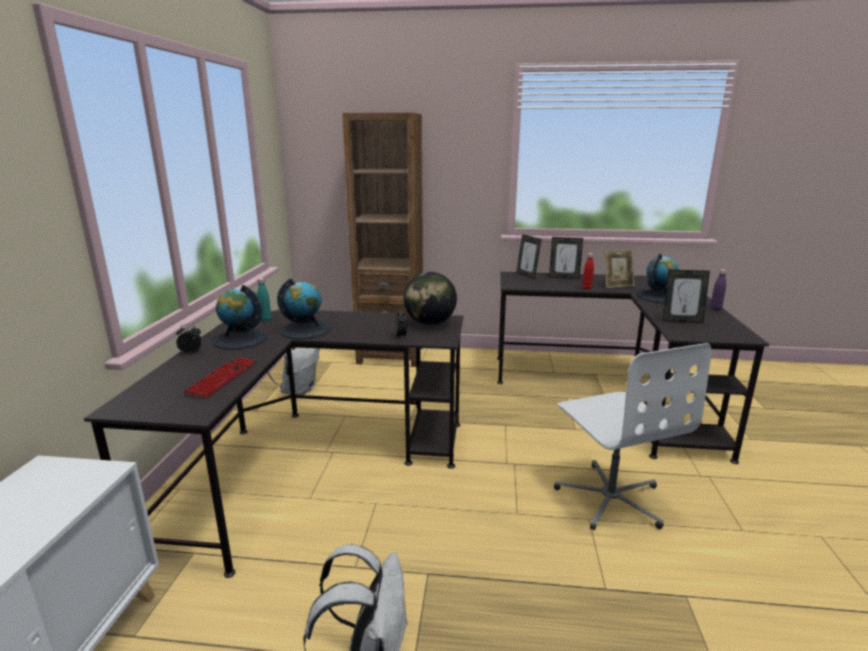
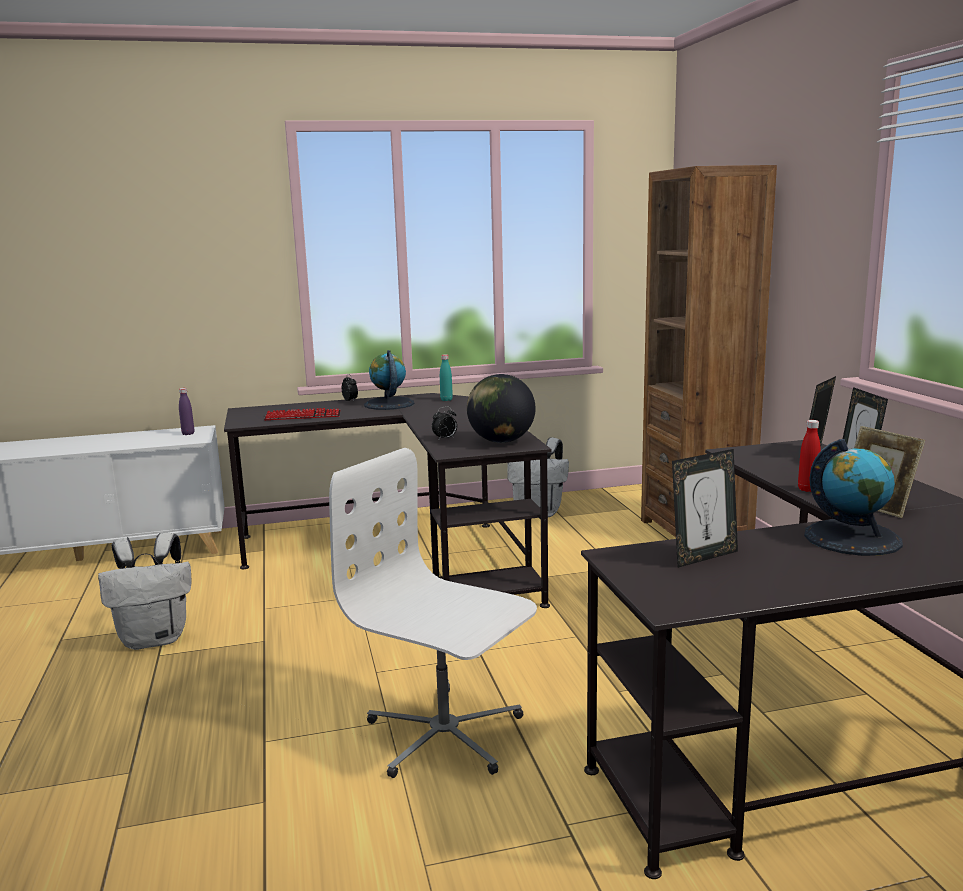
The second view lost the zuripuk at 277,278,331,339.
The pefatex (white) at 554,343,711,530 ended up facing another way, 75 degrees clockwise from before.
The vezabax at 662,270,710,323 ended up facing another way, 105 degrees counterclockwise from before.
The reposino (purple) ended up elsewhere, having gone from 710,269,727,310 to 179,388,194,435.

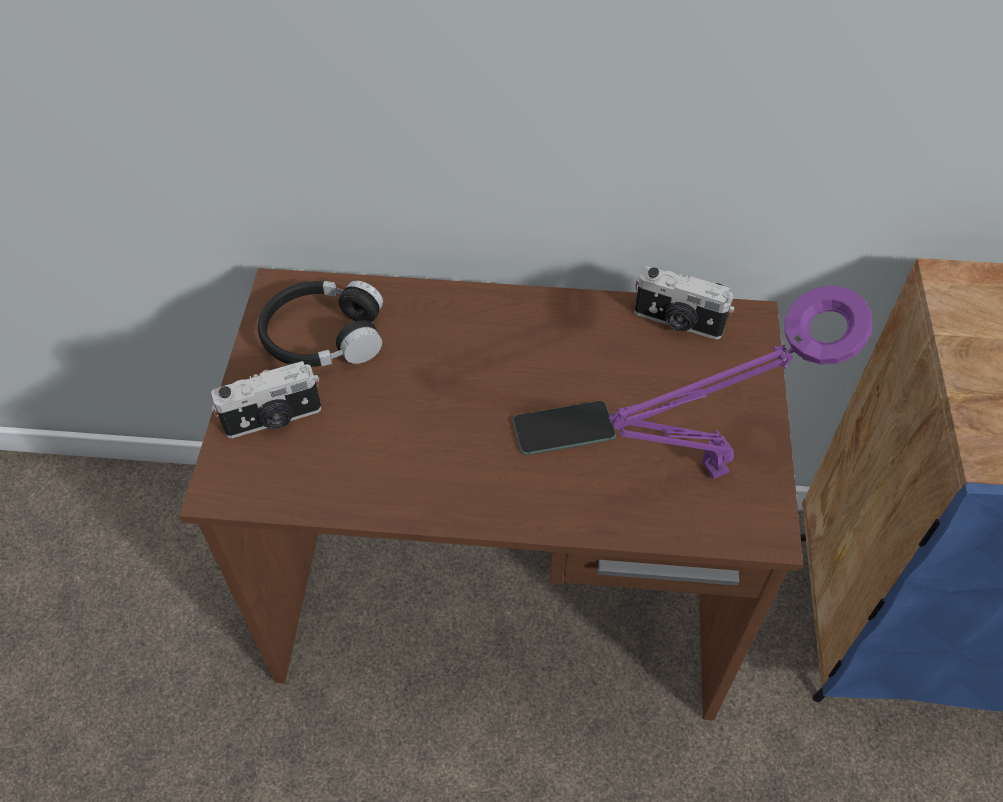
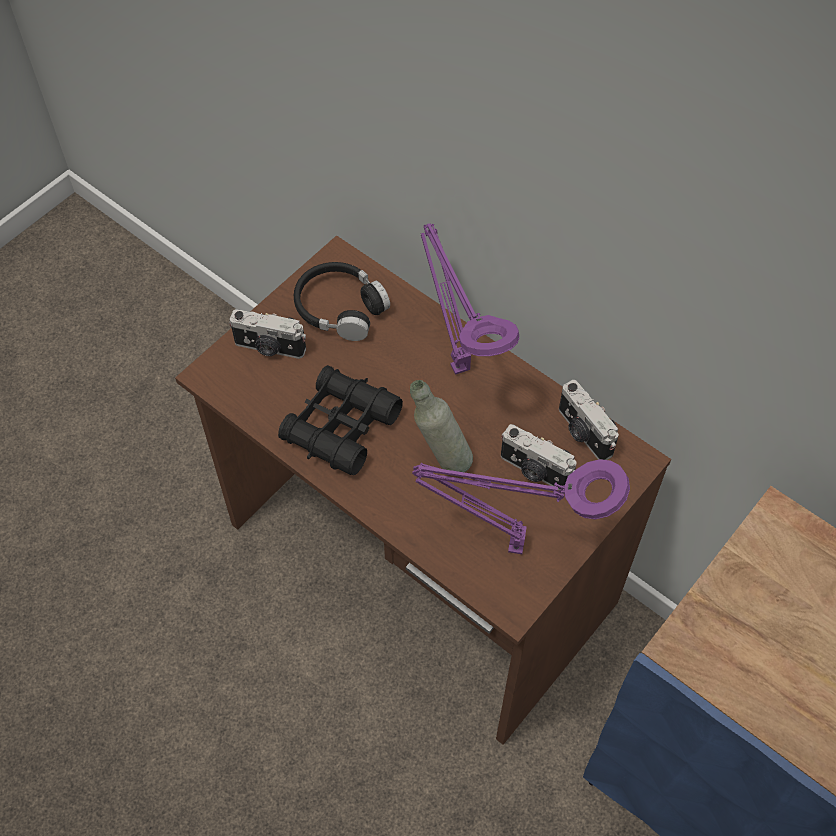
Where the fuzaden stood at 512,401,616,455, the reposino (grey) came to stand at 410,380,473,472.
The second view gained the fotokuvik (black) at 278,365,403,475.
The second view gained the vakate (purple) at 421,223,520,375.
The second view gained the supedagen at 501,424,577,490.

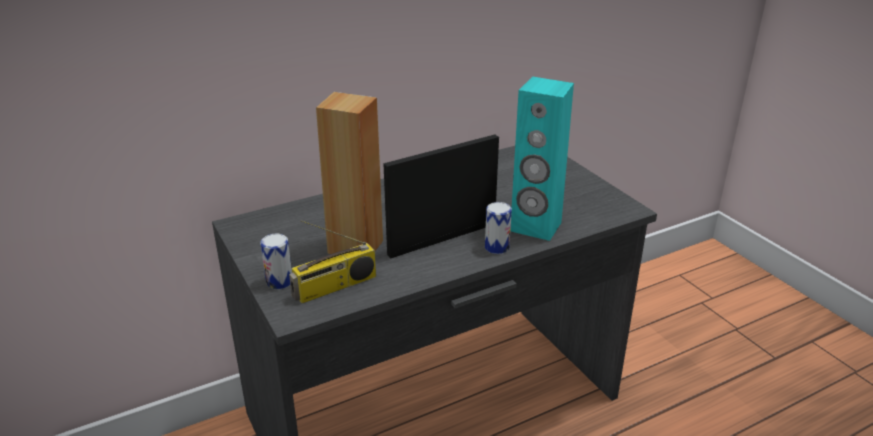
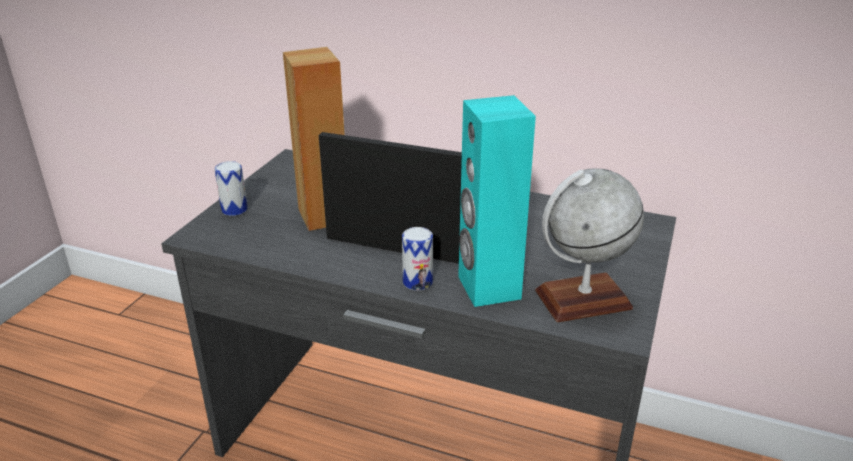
The second view lost the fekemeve at 289,220,376,303.
The second view gained the zuripuk at 535,168,644,322.

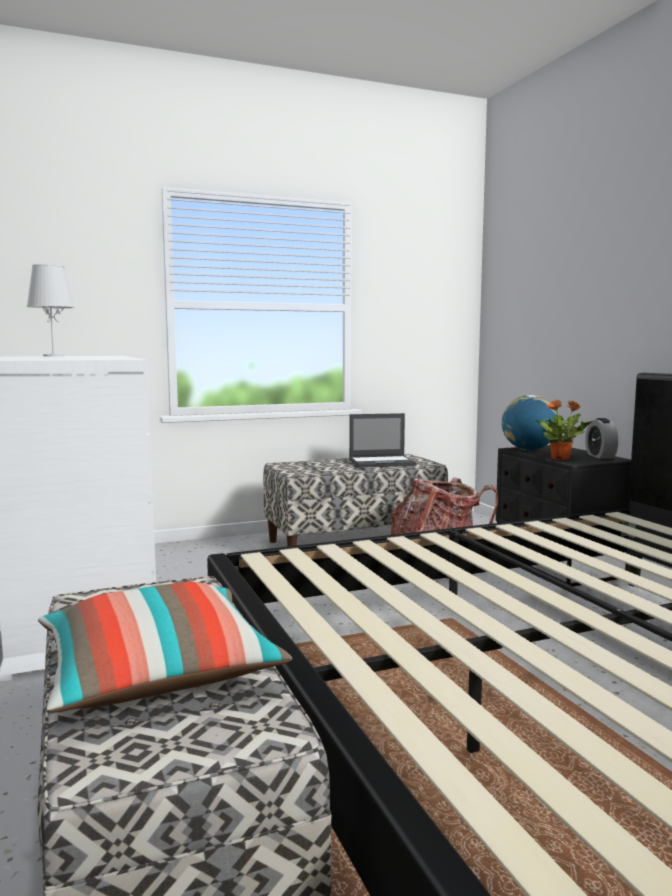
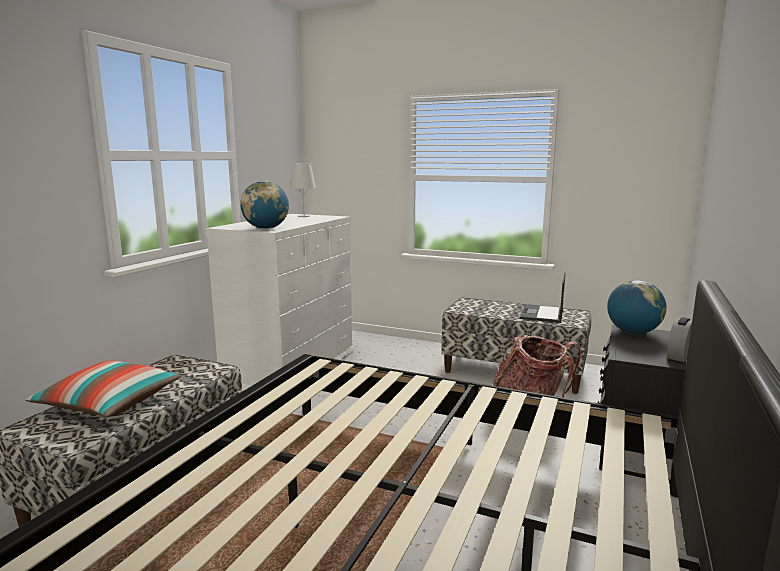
The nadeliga at 349,413,417,468 ended up facing another way, 75 degrees clockwise from before.
The second view lost the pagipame at 535,400,593,460.
The second view gained the zuripuk at 240,181,289,229.

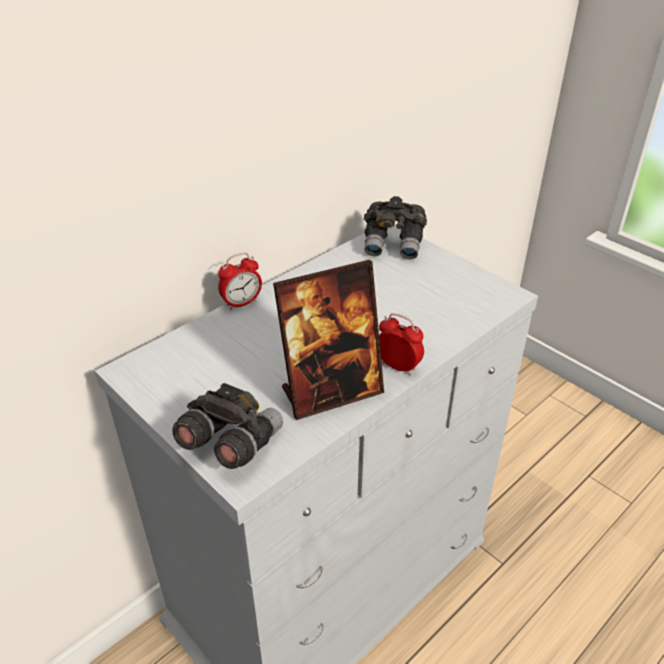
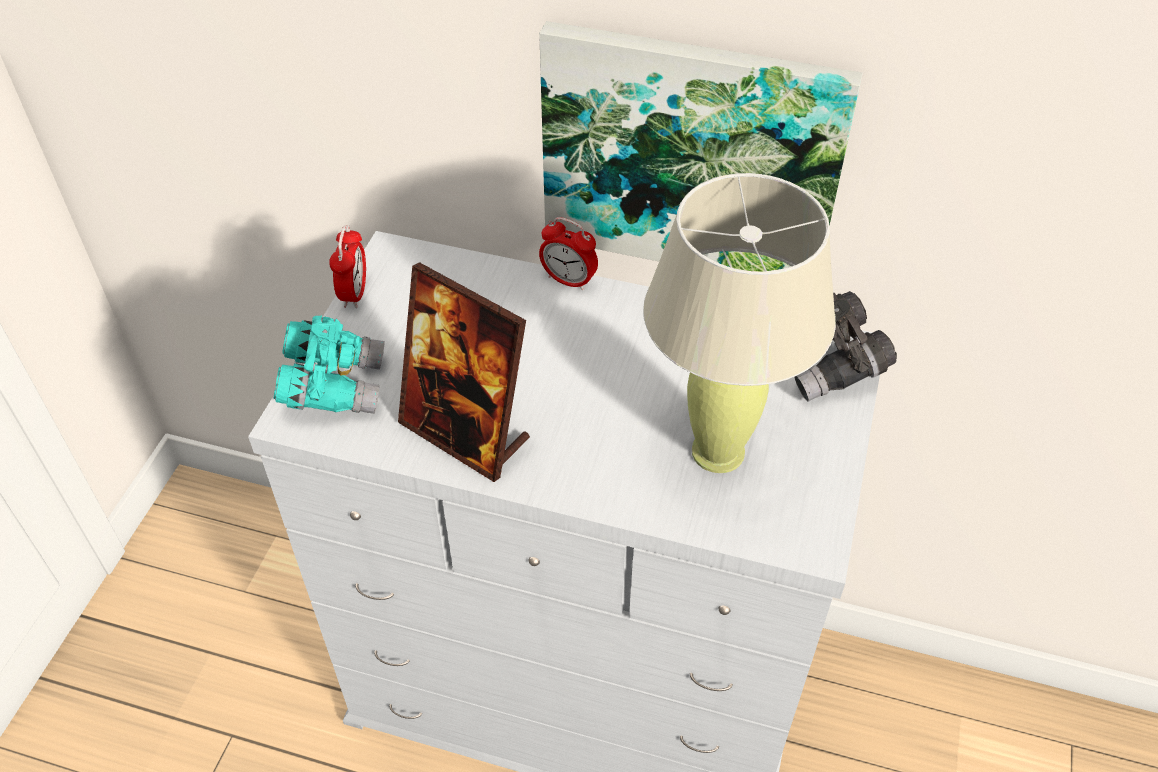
What was the fotokuvik (grey) at 172,383,283,469 turned into the fotokuvik (turquoise) at 273,315,385,414.
The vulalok ended up elsewhere, having gone from 379,313,424,375 to 329,225,366,308.
The second view gained the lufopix at 539,21,863,271.
The second view gained the vakate (beige) at 643,173,836,473.

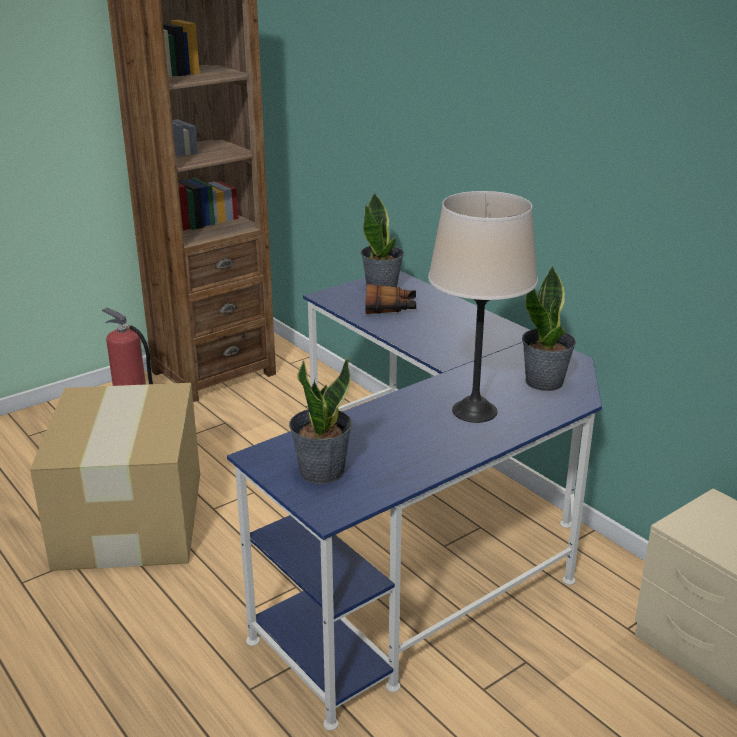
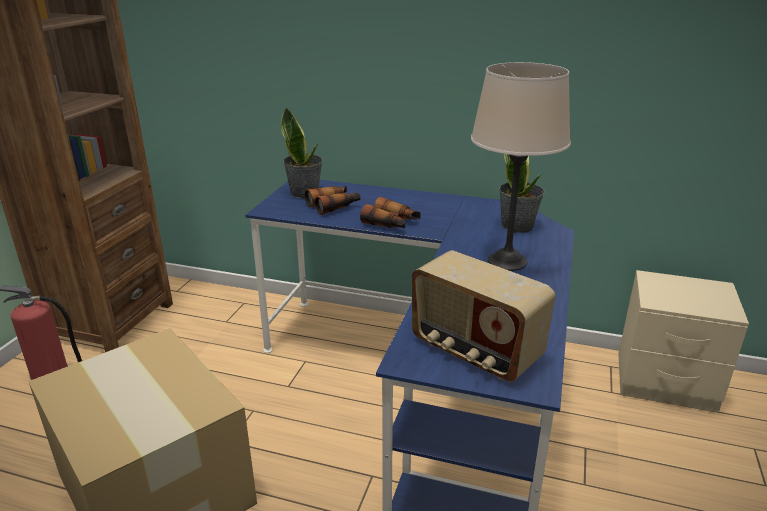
Where the pagipame stood at 289,357,352,484, the fekemeve came to stand at 412,250,555,382.
The second view gained the fotokuvik at 360,197,421,228.

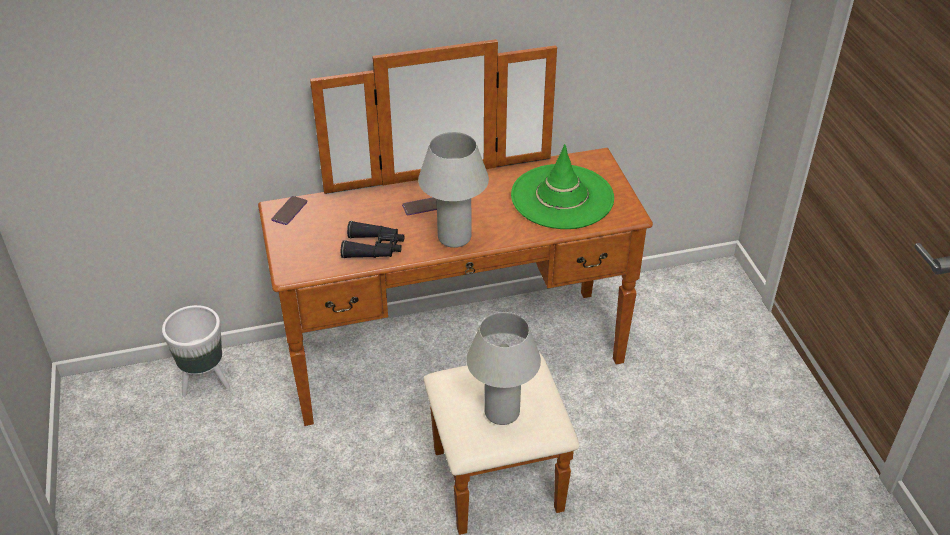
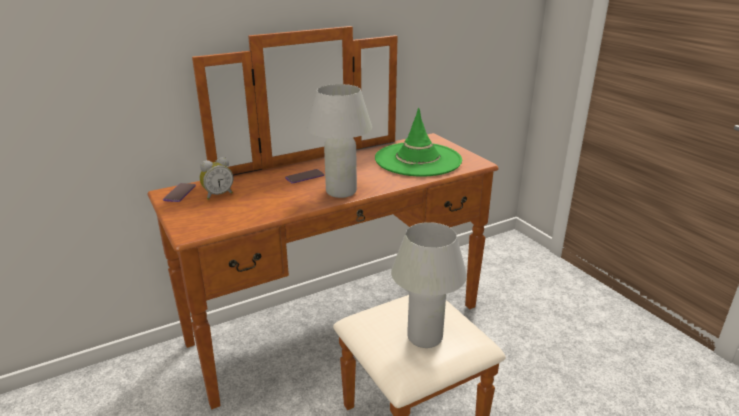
The second view lost the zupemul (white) at 162,305,230,397.
The second view lost the fotokuvik (black) at 341,221,404,258.
The second view gained the vulalok at 200,157,233,200.

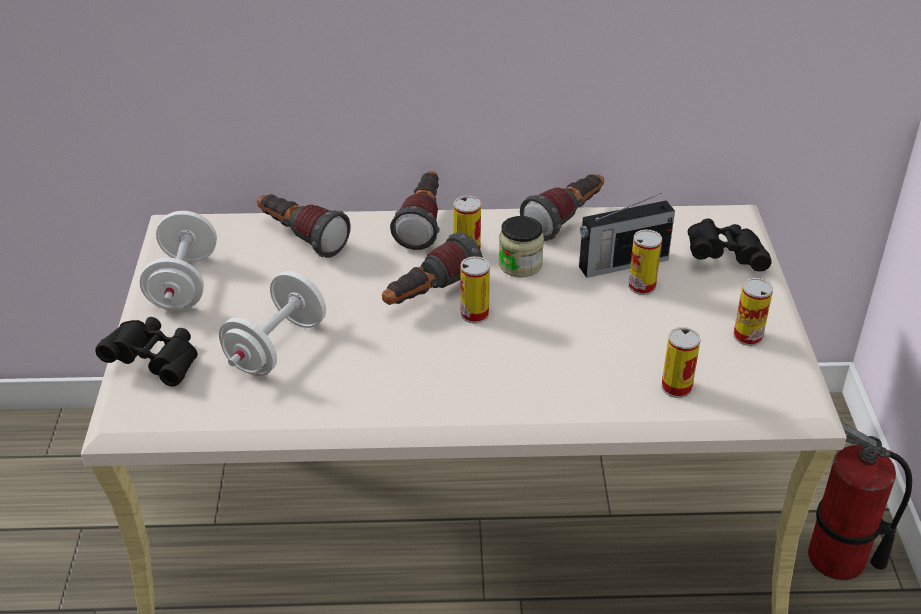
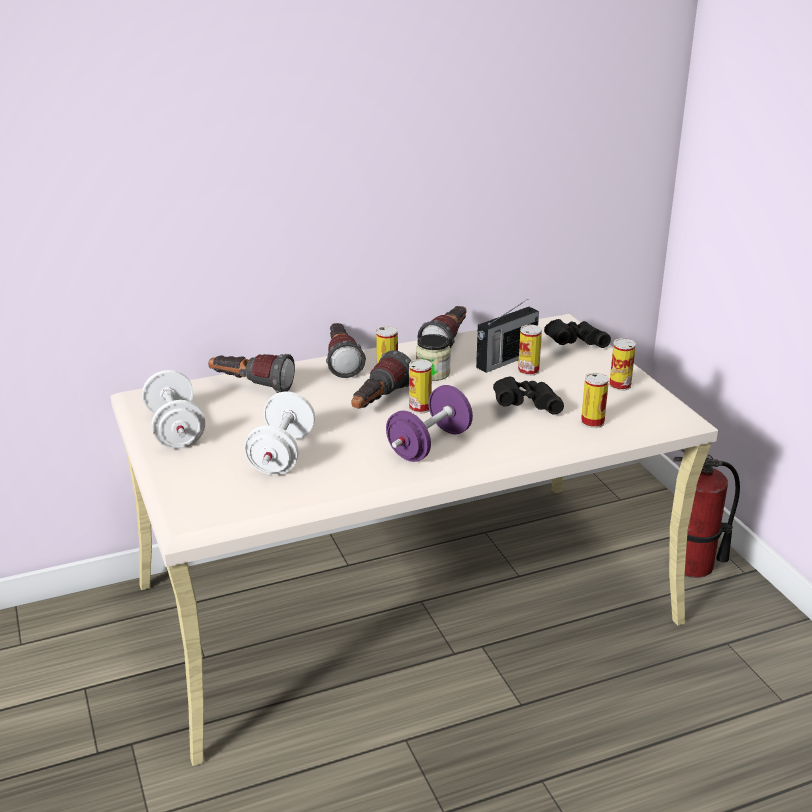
The fotokuvik (black) ended up elsewhere, having gone from 95,317,198,386 to 493,376,564,415.
The second view gained the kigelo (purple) at 386,385,473,462.

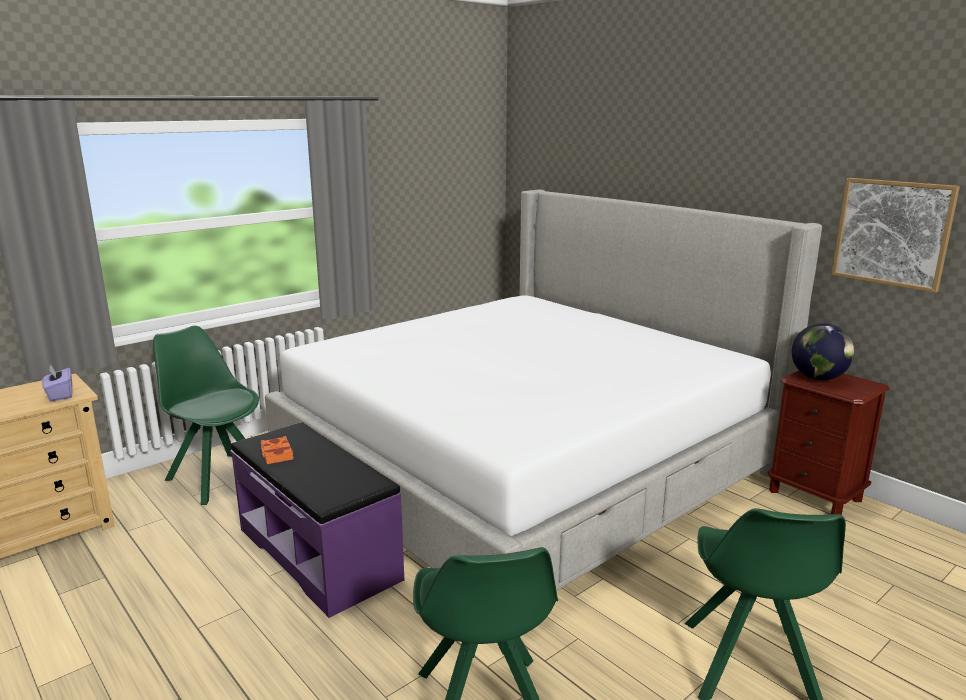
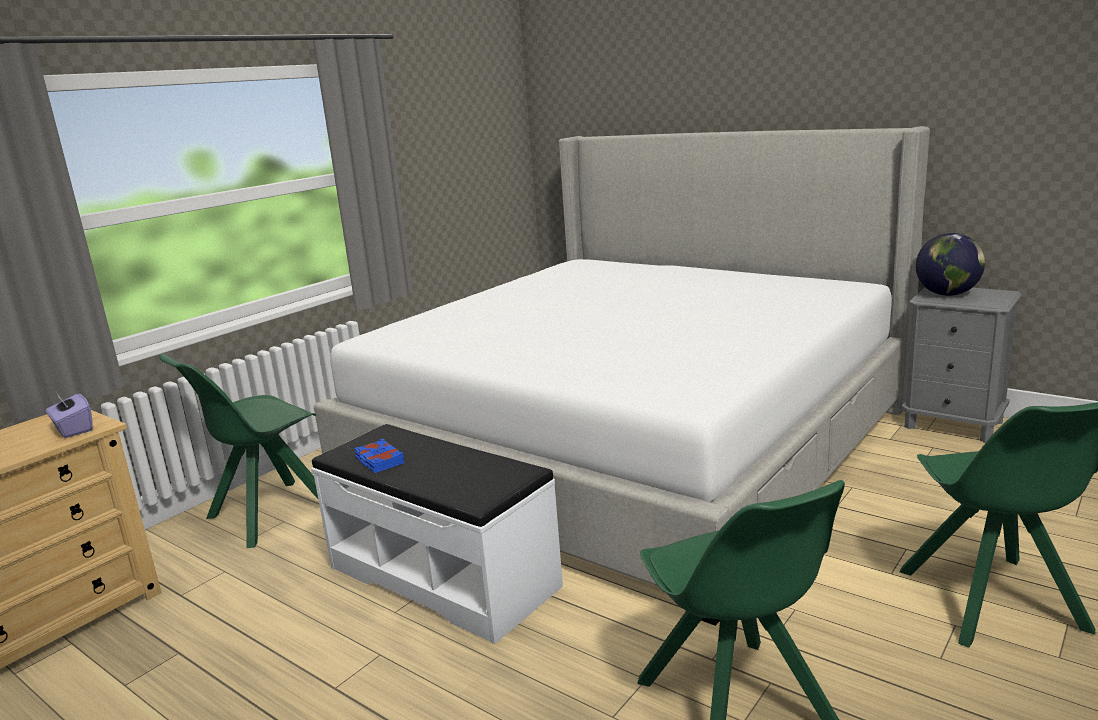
The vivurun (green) at 153,326,259,505 ended up facing another way, 75 degrees counterclockwise from before.
What was the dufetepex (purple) at 230,422,404,618 turned into the dufetepex (white) at 311,424,563,644.
What was the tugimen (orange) at 261,436,294,464 turned into the tugimen (blue) at 354,439,405,473.
What was the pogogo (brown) at 768,371,890,515 turned into the pogogo (grey) at 902,287,1022,443.
The second view lost the lufopix at 832,178,960,293.

